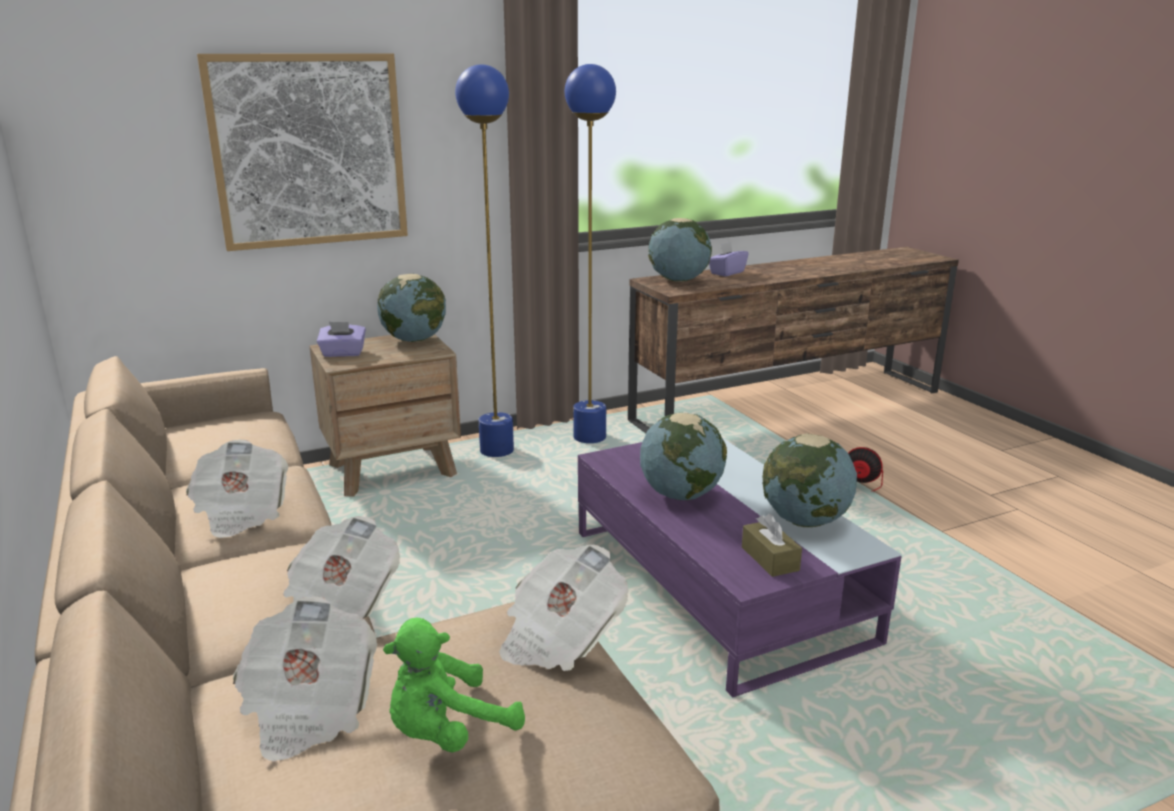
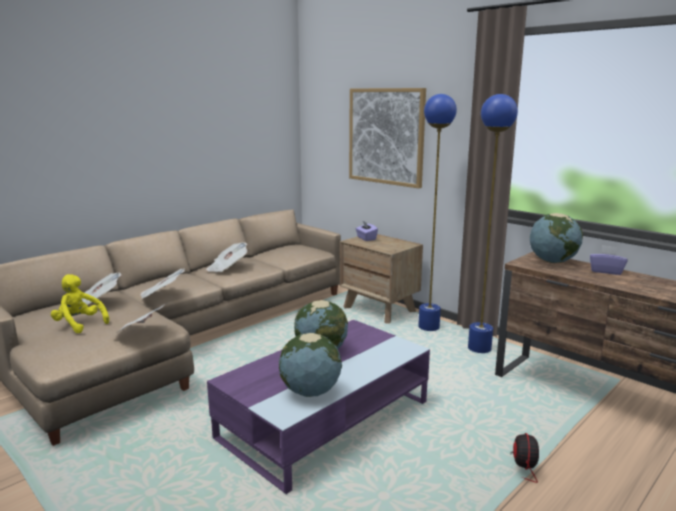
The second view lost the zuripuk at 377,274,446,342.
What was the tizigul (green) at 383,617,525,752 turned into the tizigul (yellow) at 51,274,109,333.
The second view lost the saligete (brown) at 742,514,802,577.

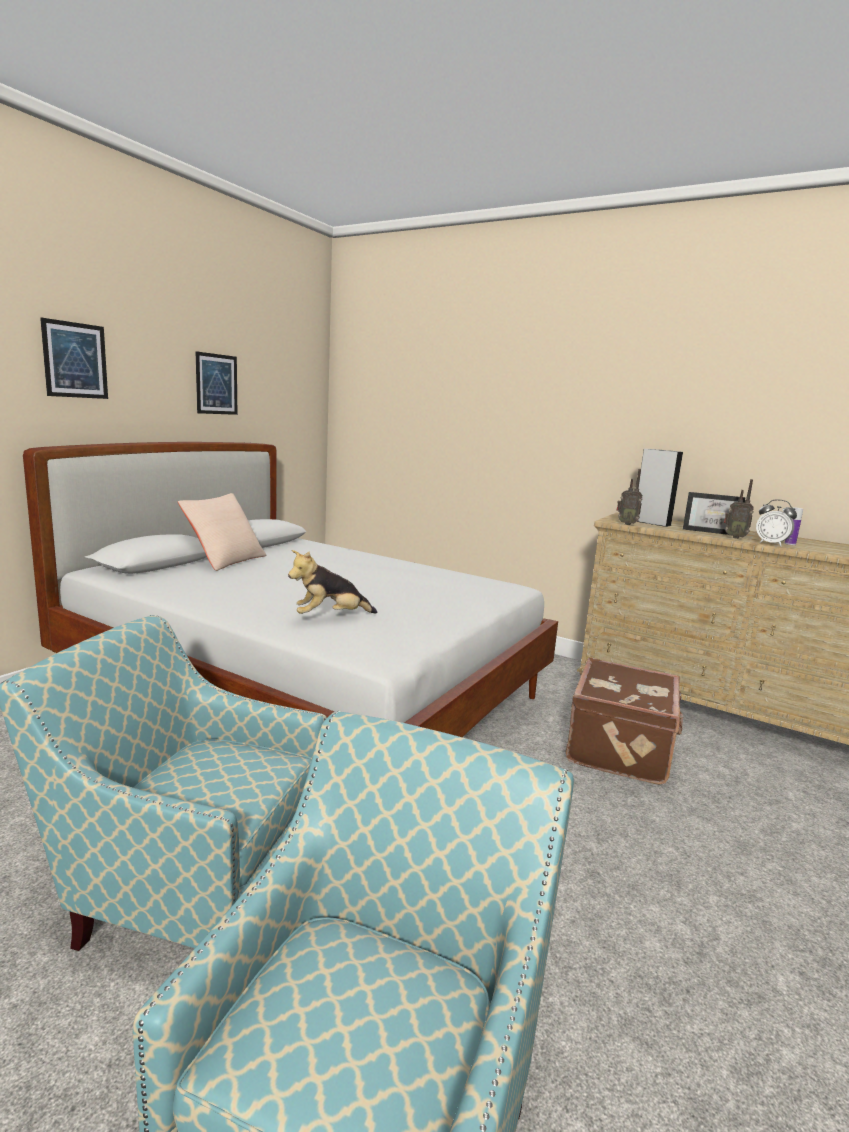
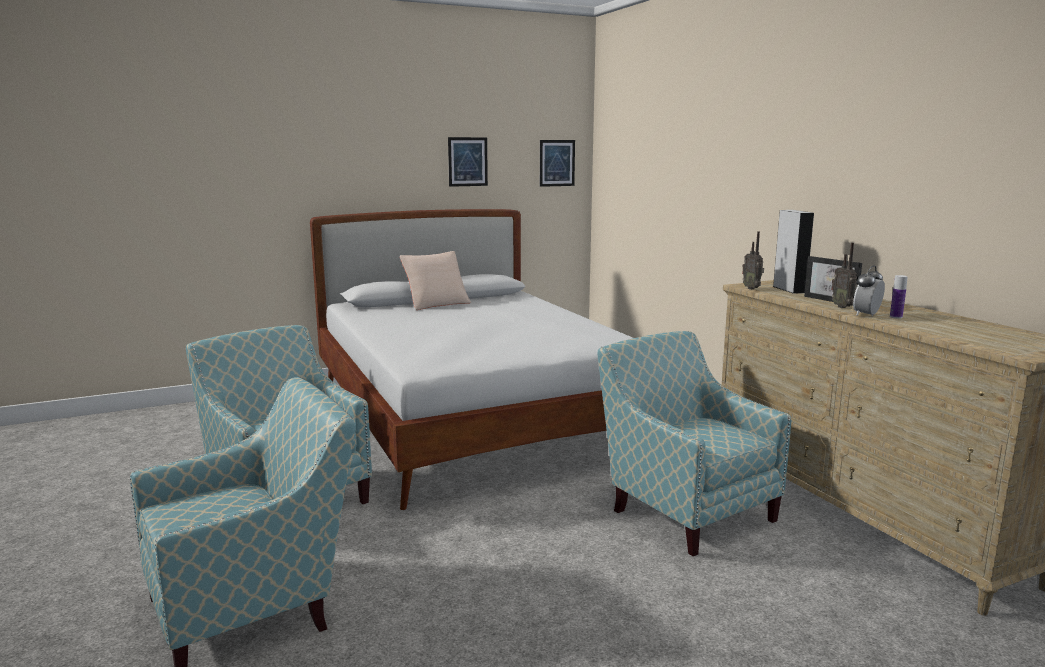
The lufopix ended up elsewhere, having gone from 40,318,108,399 to 540,140,575,187.
The second view lost the tizigul at 288,550,377,614.
Where the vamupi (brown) stood at 566,658,683,785, the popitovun came to stand at 598,331,791,556.
The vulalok at 756,500,797,546 ended up facing another way, 60 degrees clockwise from before.

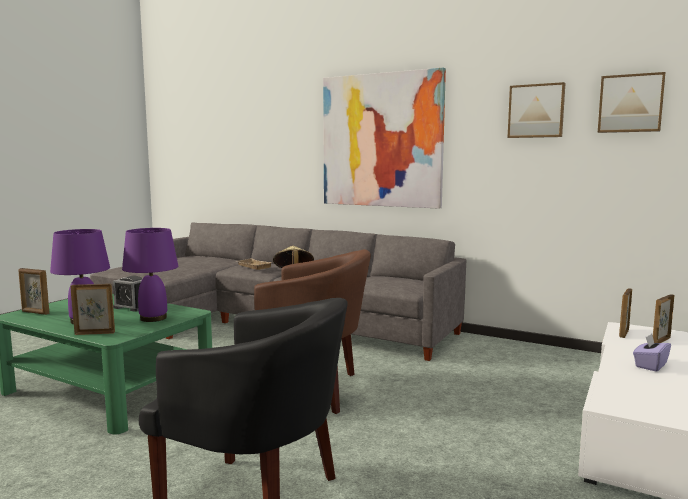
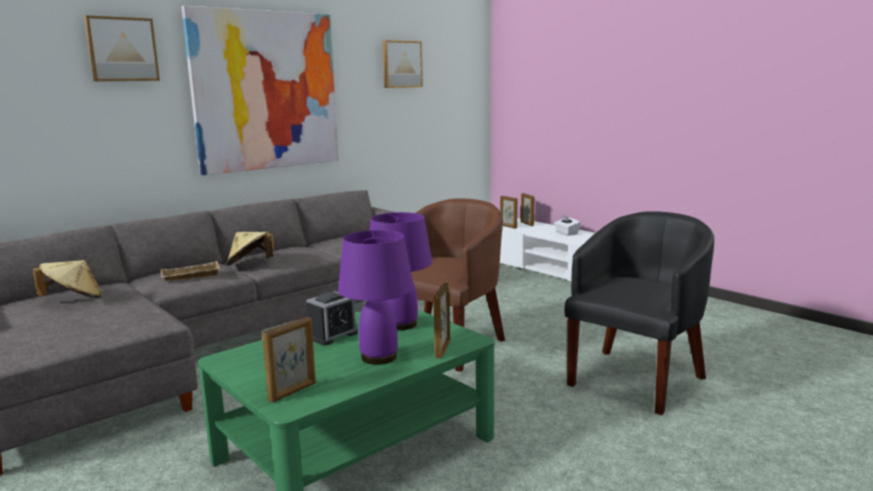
The lufopix ended up elsewhere, having gone from 598,72,665,133 to 84,15,160,82.
What was the saligete (purple) at 633,334,671,372 turned into the saligete (white) at 554,214,581,236.
The second view gained the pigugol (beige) at 33,260,102,298.

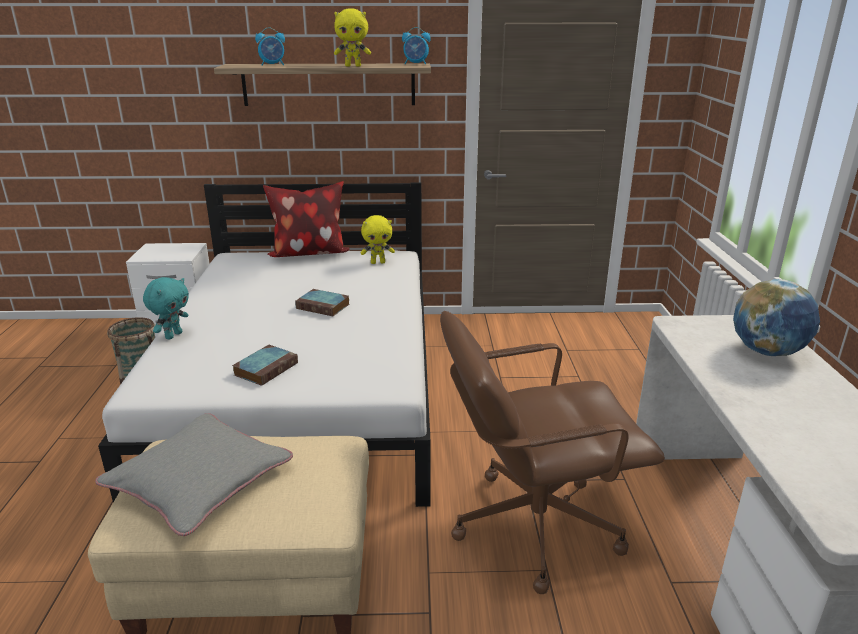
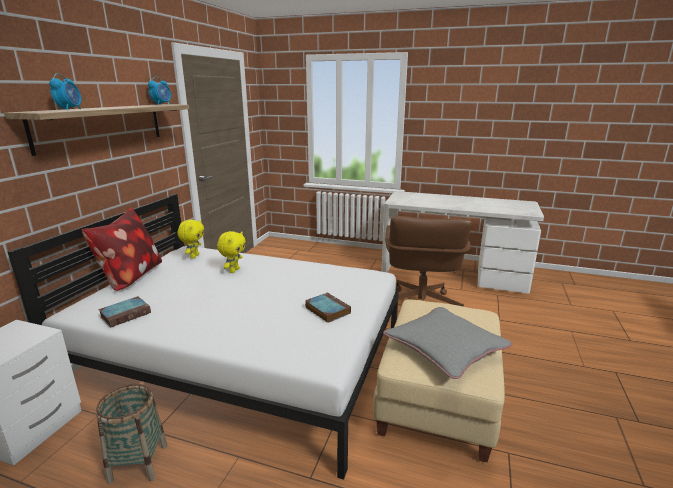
The second view lost the tizigul (turquoise) at 143,277,189,340.
The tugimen ended up elsewhere, having gone from 295,289,349,316 to 98,296,151,328.
The tizigul (yellow) ended up elsewhere, having gone from 334,8,371,67 to 217,231,246,273.
The second view lost the zuripuk at 733,279,820,356.

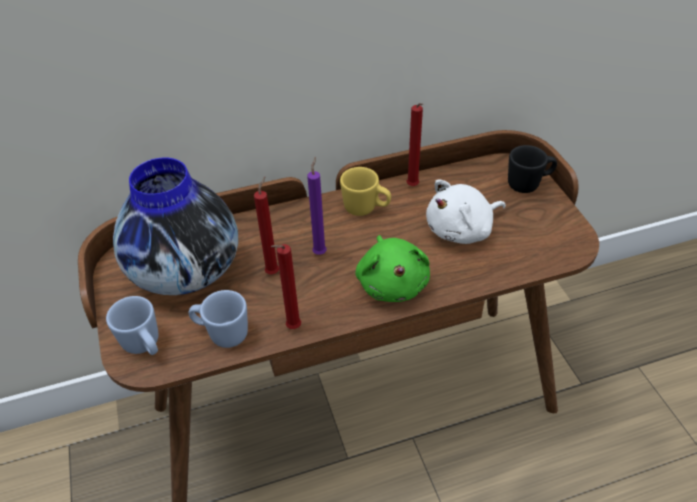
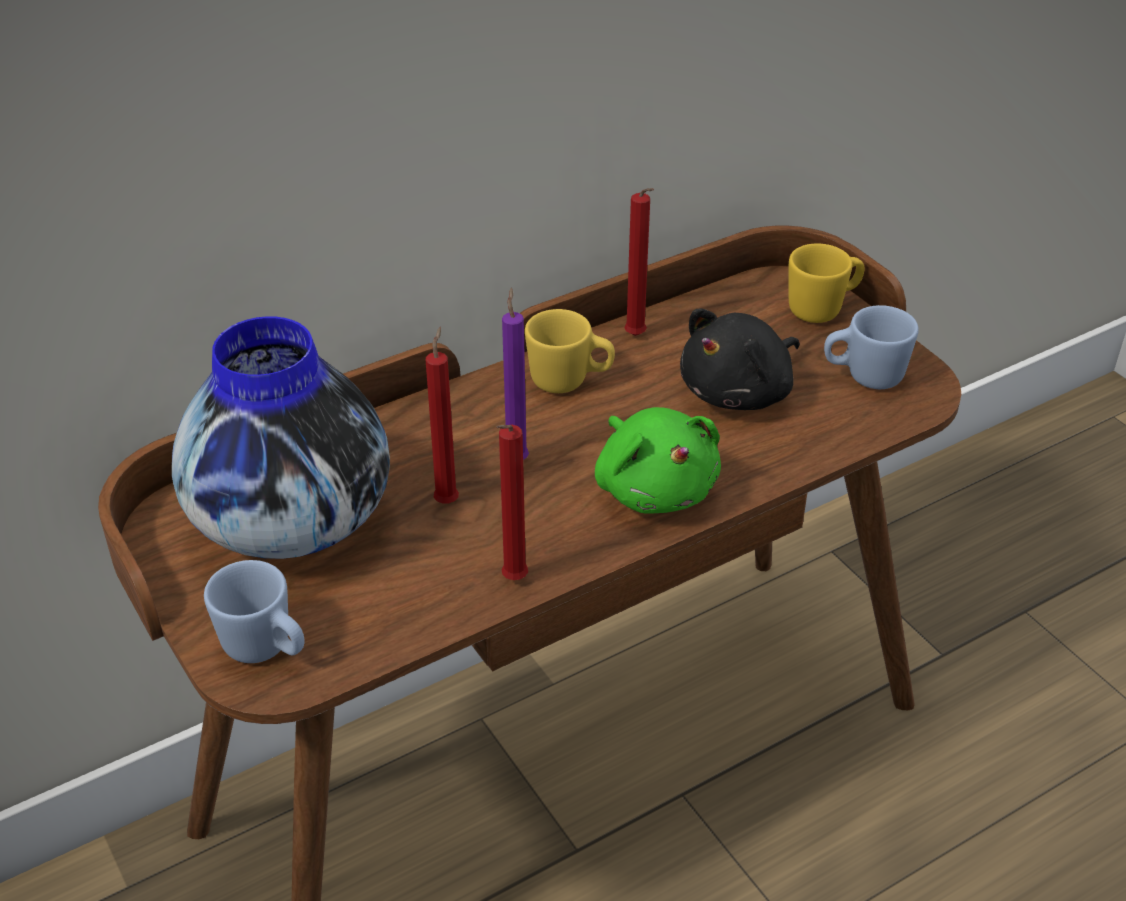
The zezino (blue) ended up elsewhere, having gone from 189,290,248,348 to 824,305,919,389.
What was the tizigul (white) at 426,179,506,244 turned into the tizigul (black) at 680,309,800,410.
What was the zezino (black) at 508,145,557,193 turned into the zezino (yellow) at 789,244,865,323.

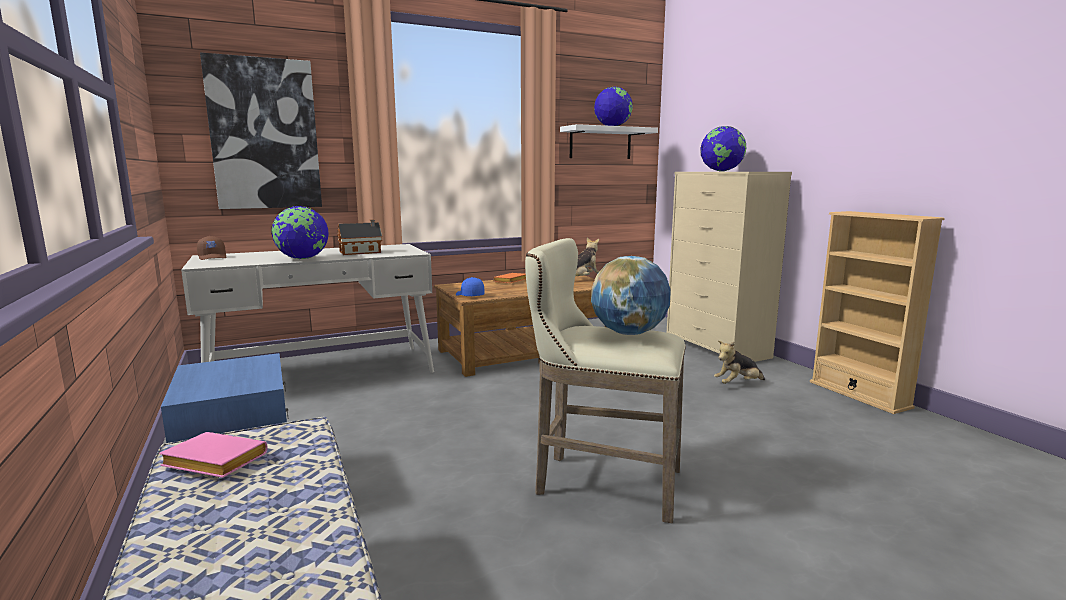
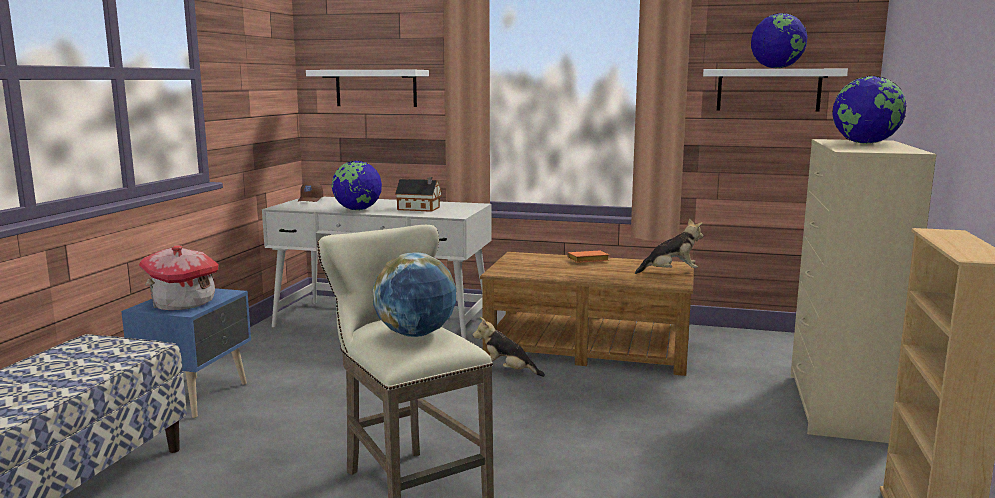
The second view lost the tugimen (pink) at 159,432,267,478.
Where the lufopix hung at 200,52,322,209, the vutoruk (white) came to hang at 306,70,429,107.
The second view lost the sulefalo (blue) at 456,277,485,296.
The tizigul ended up elsewhere, having gone from 714,341,765,384 to 473,317,545,377.
The second view gained the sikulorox at 139,245,218,310.

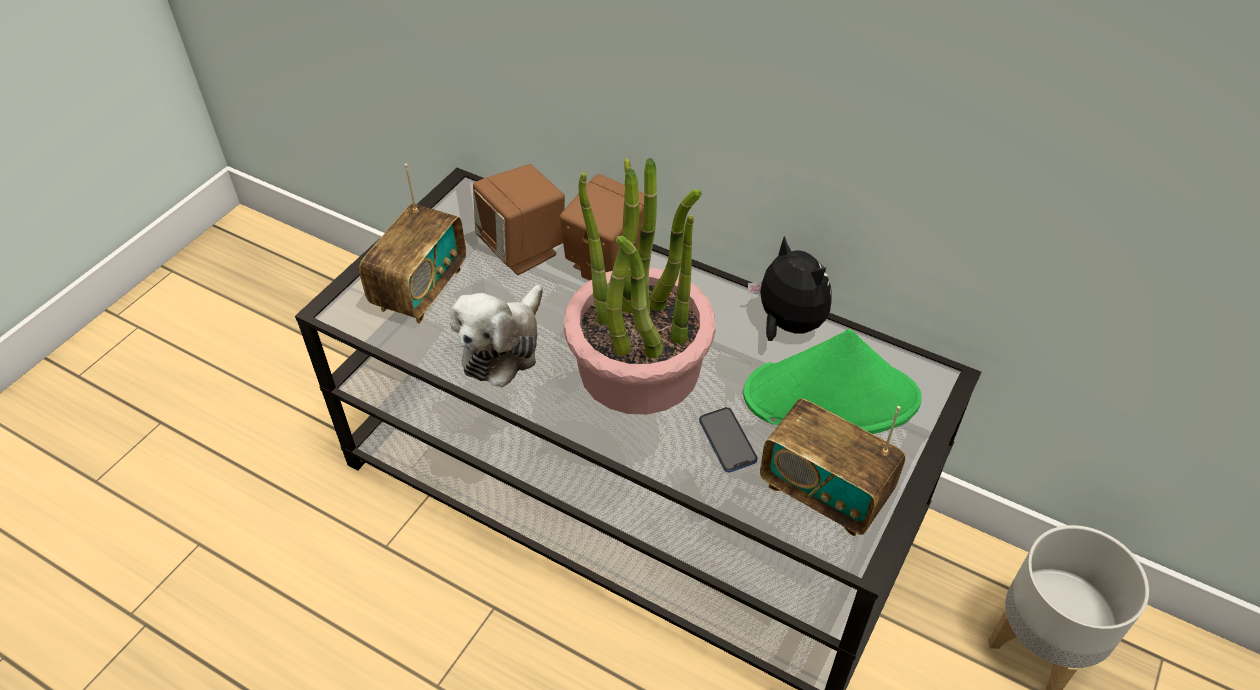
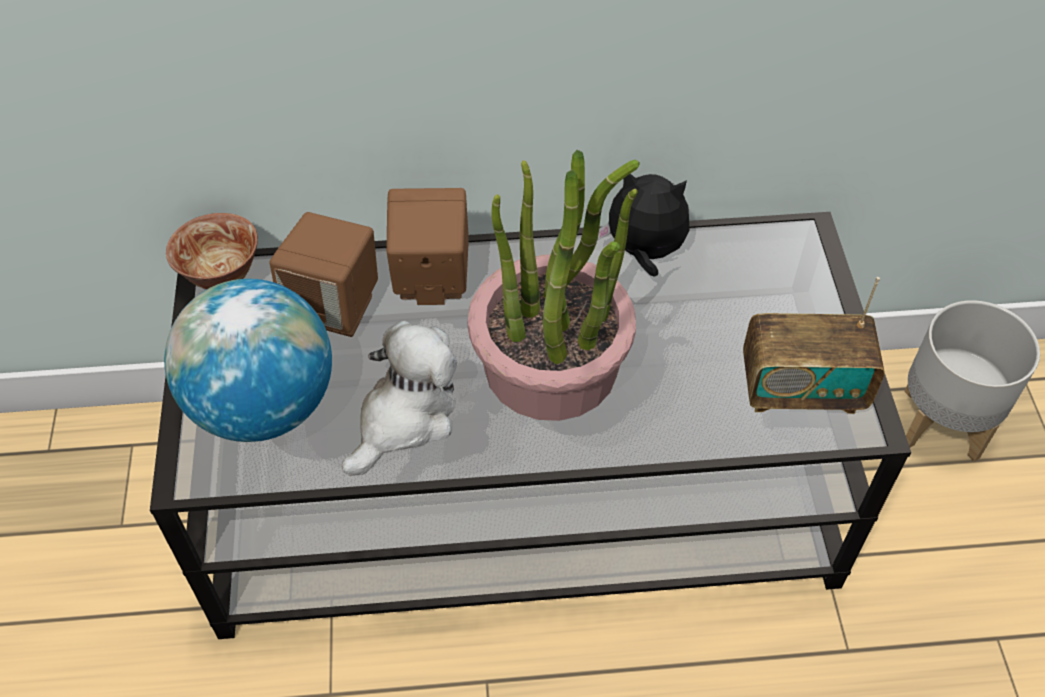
Where the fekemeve stood at 359,164,466,324, the zuripuk came to stand at 164,279,332,442.
The tizigul at 450,284,543,388 ended up facing another way, 135 degrees counterclockwise from before.
The second view lost the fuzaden at 699,407,757,472.
The second view lost the pigugol (green) at 743,329,922,434.
The second view gained the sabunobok at 166,213,258,289.

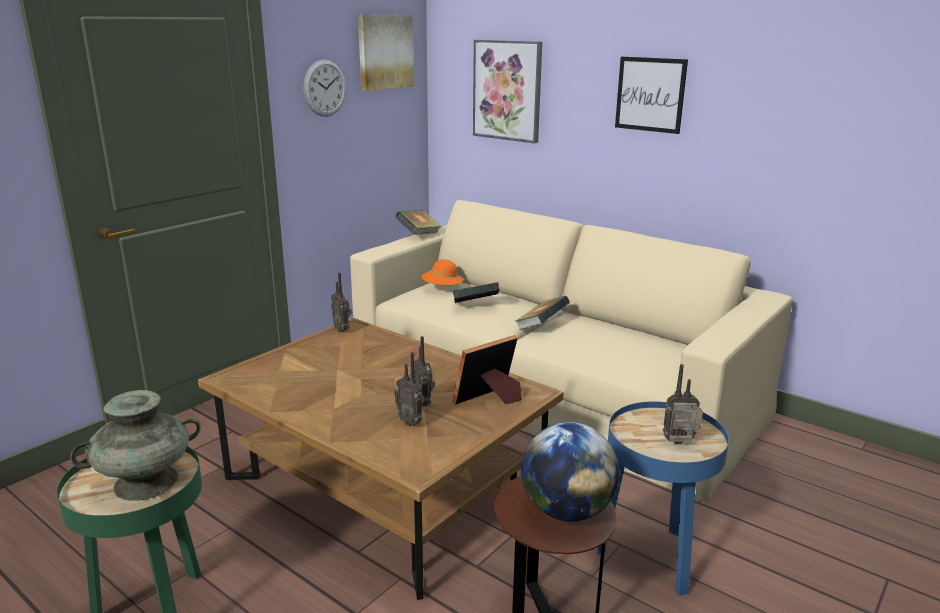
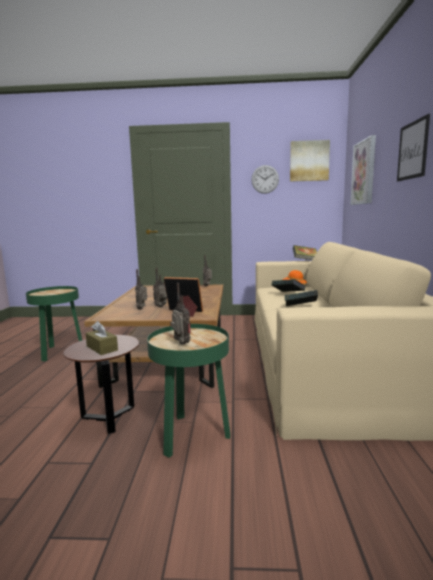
The second view lost the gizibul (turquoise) at 70,390,201,501.
Where the zuripuk stood at 521,422,619,521, the saligete (brown) came to stand at 86,321,118,355.
What was the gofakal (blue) at 598,402,729,596 turned into the gofakal (green) at 147,324,231,458.

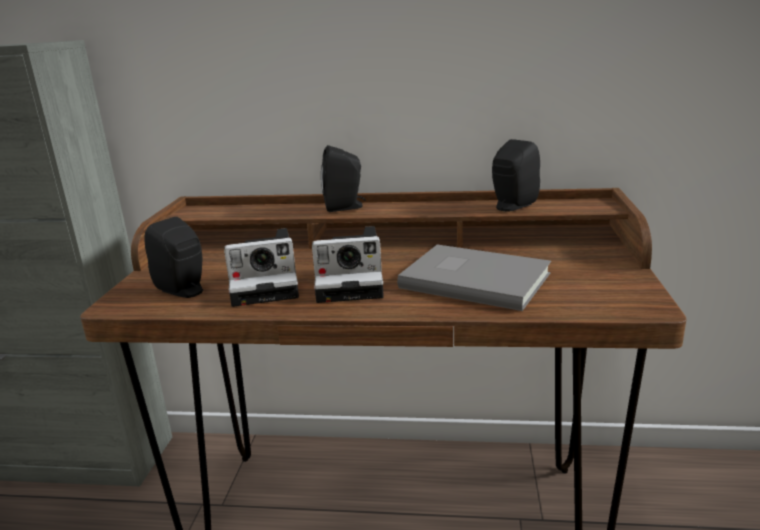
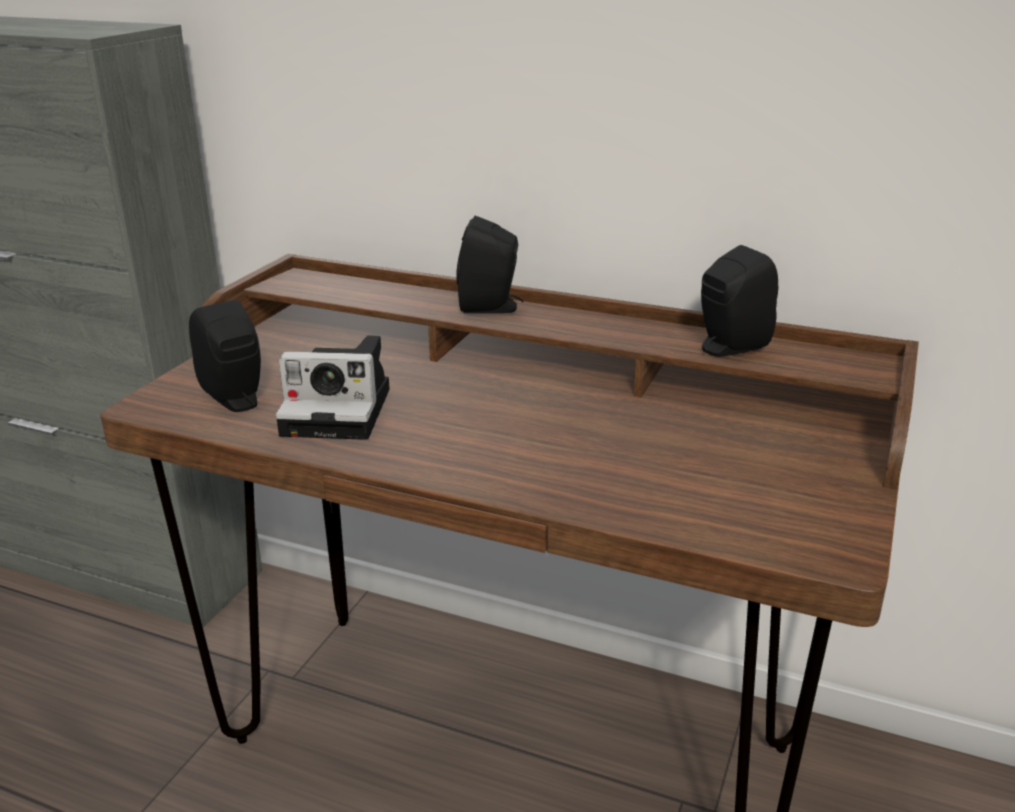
The second view lost the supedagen at 312,226,384,303.
The second view lost the tugimen (grey) at 397,245,551,311.

